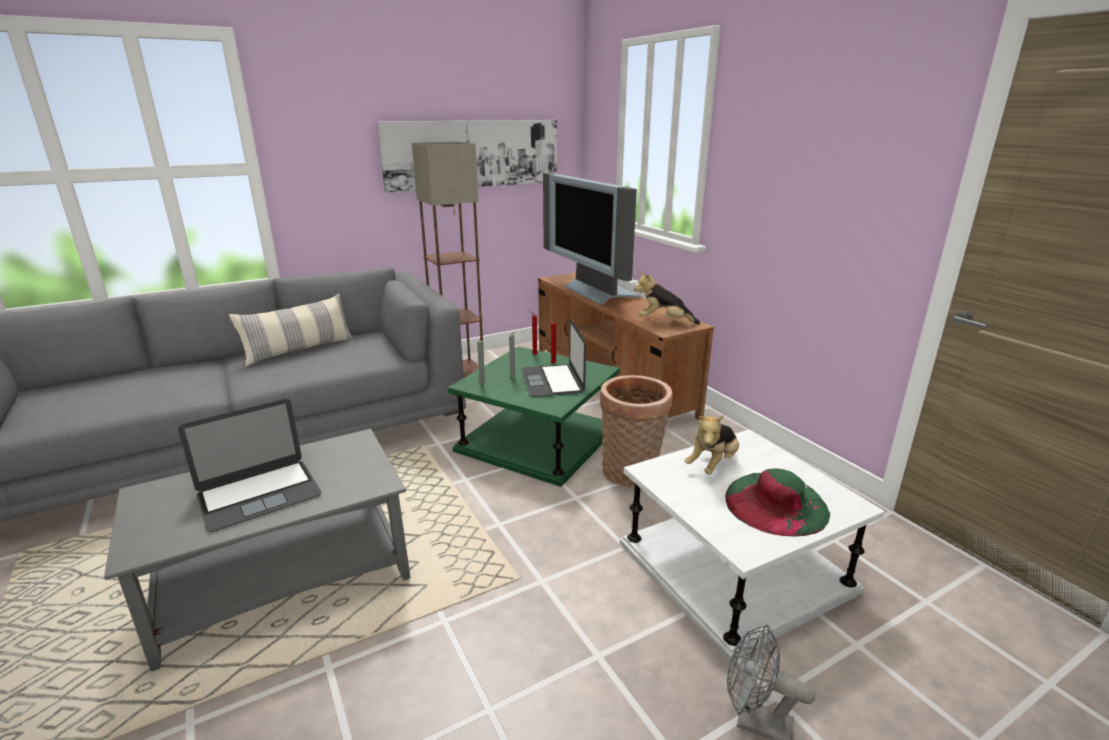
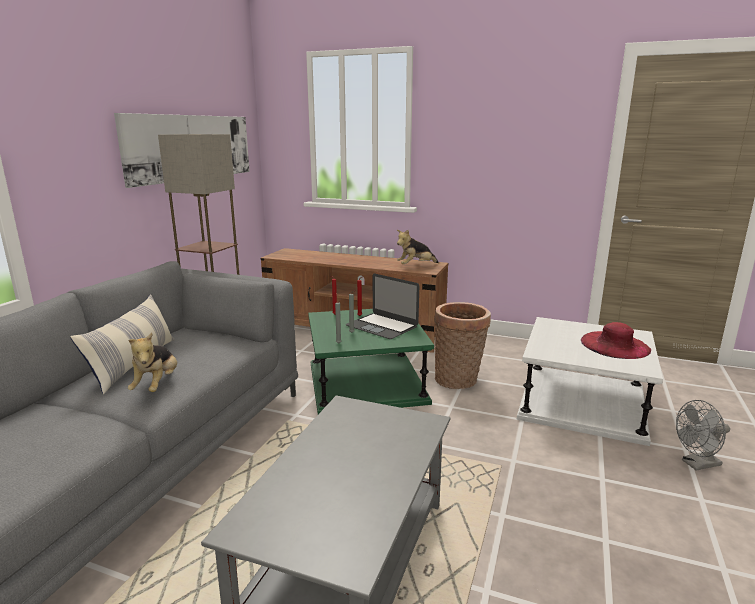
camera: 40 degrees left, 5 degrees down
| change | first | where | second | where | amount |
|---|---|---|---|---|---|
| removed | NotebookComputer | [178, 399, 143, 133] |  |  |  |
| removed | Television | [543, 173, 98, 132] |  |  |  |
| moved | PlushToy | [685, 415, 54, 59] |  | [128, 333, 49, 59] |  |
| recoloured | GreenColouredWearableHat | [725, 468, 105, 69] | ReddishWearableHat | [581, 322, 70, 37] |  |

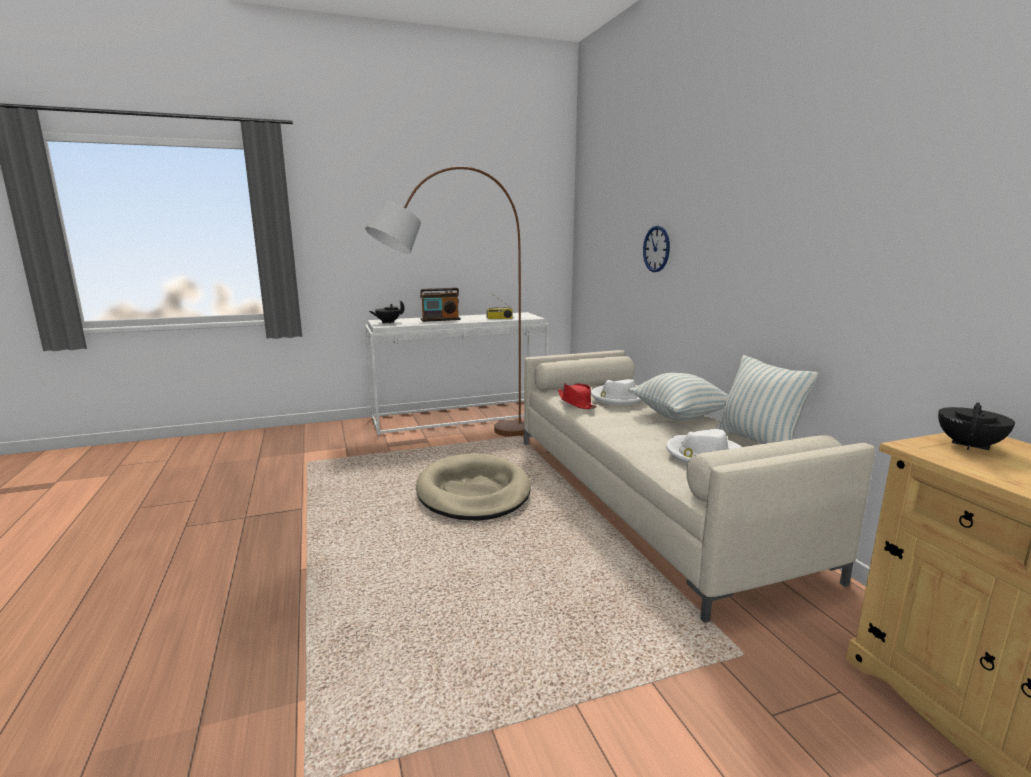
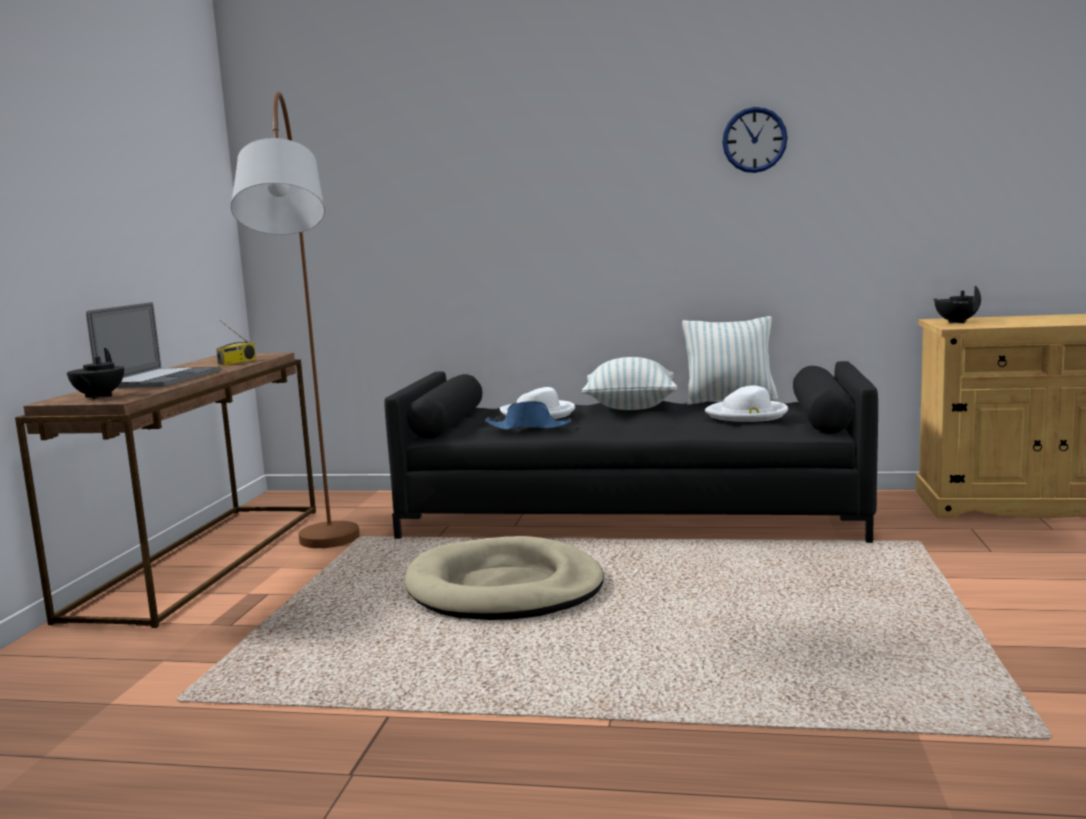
camera: 60 degrees left, 5 degrees down
| change | first | where | second | where | amount |
|---|---|---|---|---|---|
| moved | WallClock | [643, 226, 27, 46] |  | [722, 107, 66, 66] |  |
| replaced | RadioReceiver | [420, 288, 41, 34] | NotebookComputer | [86, 302, 136, 86] |  |
| recoloured | WhitishHallTable | [365, 312, 184, 123] | BrownHallTable | [15, 352, 301, 276] |  |
| recoloured | BeigeSofa | [524, 350, 351, 273] | BlackishSofa | [384, 361, 494, 182] |  |
| recoloured | ReddishWearableHat | [558, 383, 38, 26] | BluishWearableHat | [485, 401, 86, 29] |  |

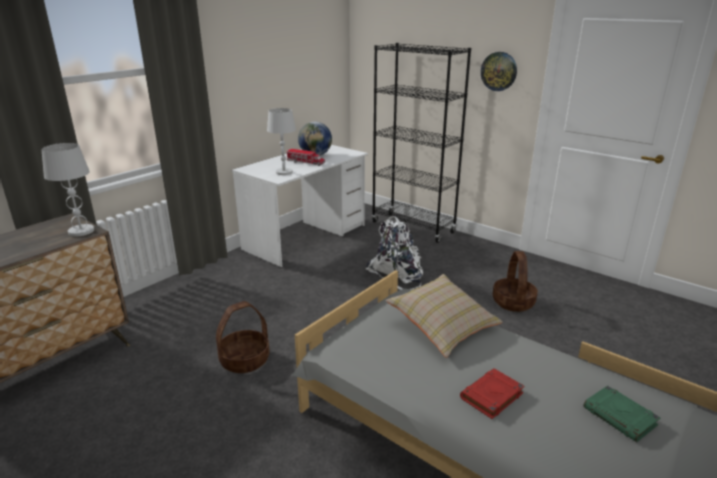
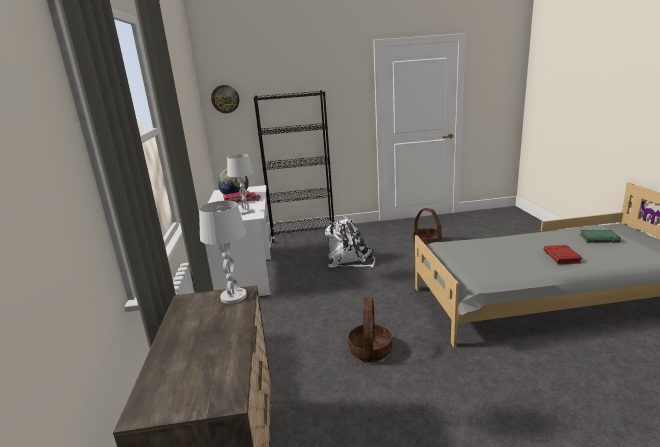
camera: 45 degrees left, 5 degrees down
| change | first | where | second | where | amount |
|---|---|---|---|---|---|
| removed | BeigeCushion | [386, 274, 116, 84] |  |  |  |
| moved | WallClock | [481, 52, 36, 39] |  | [211, 85, 28, 28] |  |

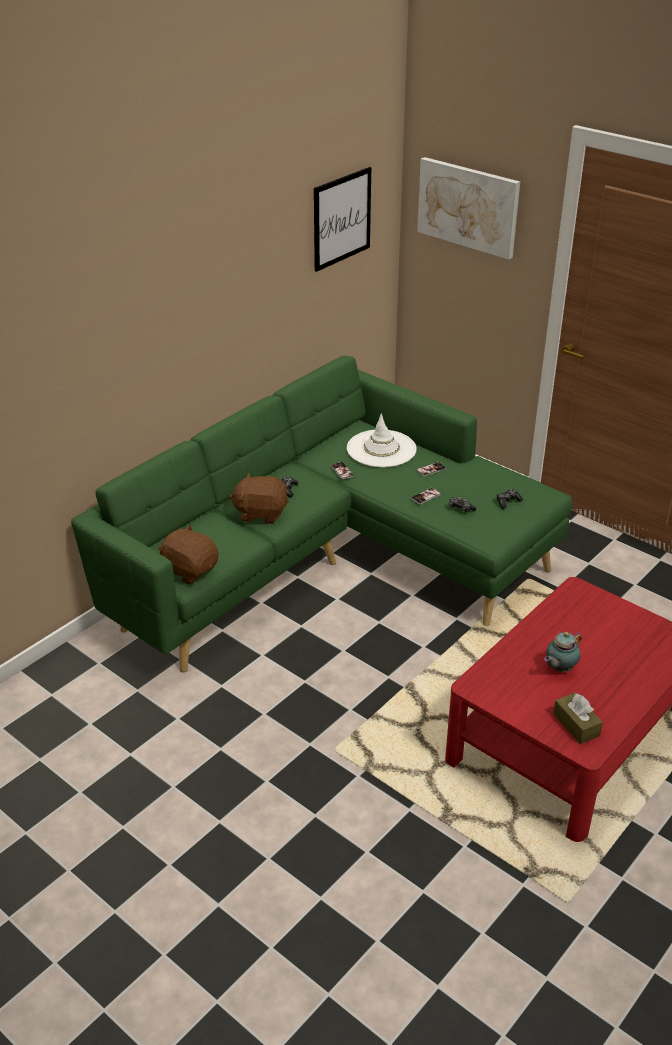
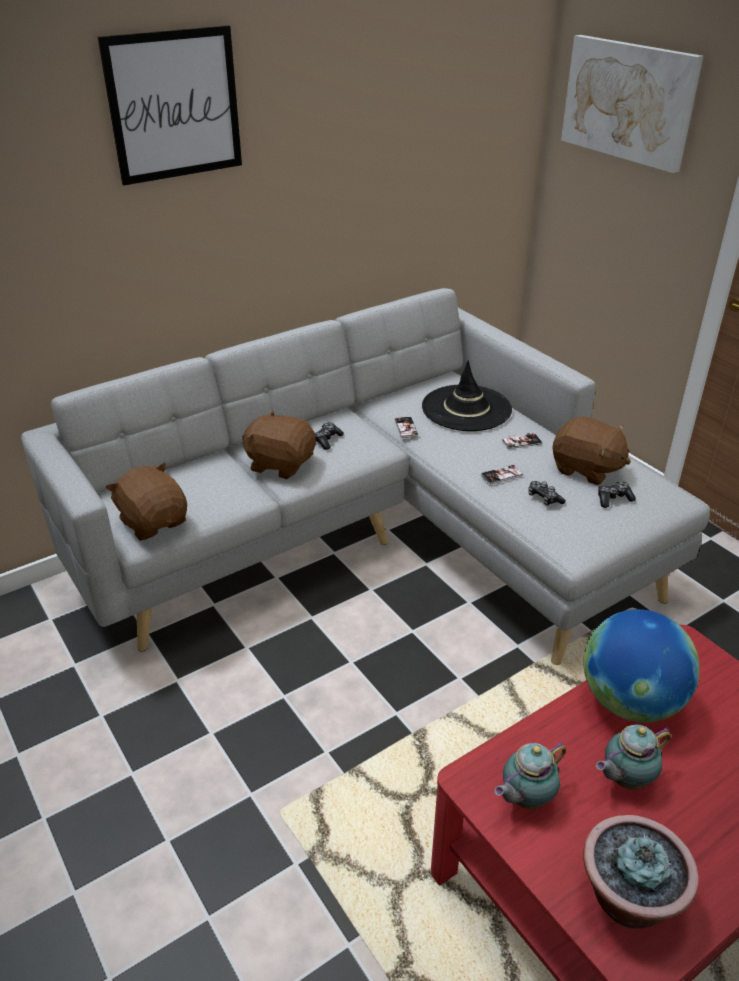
camera: 15 degrees right, 0 degrees up
| change | first | where | second | where | amount |
|---|---|---|---|---|---|
| added |  |  | TeaPot | [494, 741, 72, 69] |  |
| added |  |  | BrownPlushToy | [552, 416, 79, 69] |  |
| added |  |  | Globe | [583, 609, 117, 113] |  |
| moved | WallPicture | [314, 167, 57, 105] |  | [98, 25, 144, 160] |  |
| replaced | BrownBoxOfTissues | [553, 693, 50, 51] | PlantInAPot | [583, 815, 115, 114] |  |
| recoloured | GreenColouredSofa | [71, 356, 502, 316] | GreySofa | [21, 288, 689, 377] |  |
| recoloured | WhitishWearableHat | [347, 413, 70, 54] | BlackishWearableHat | [422, 360, 90, 71] |  |

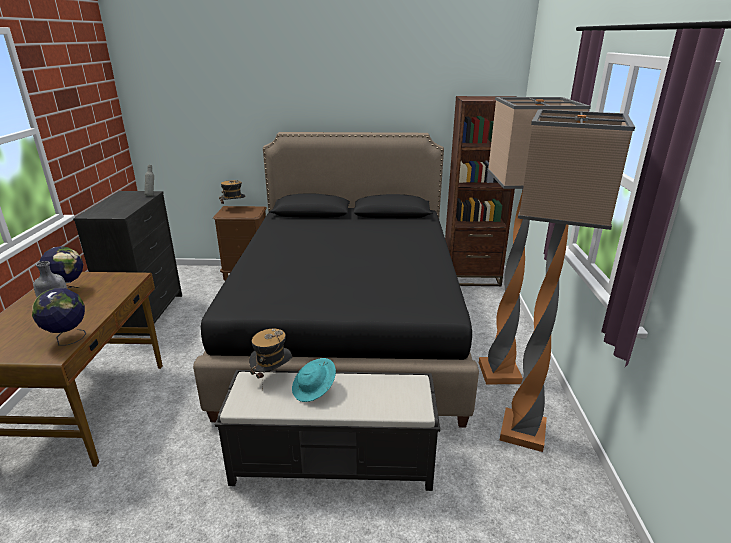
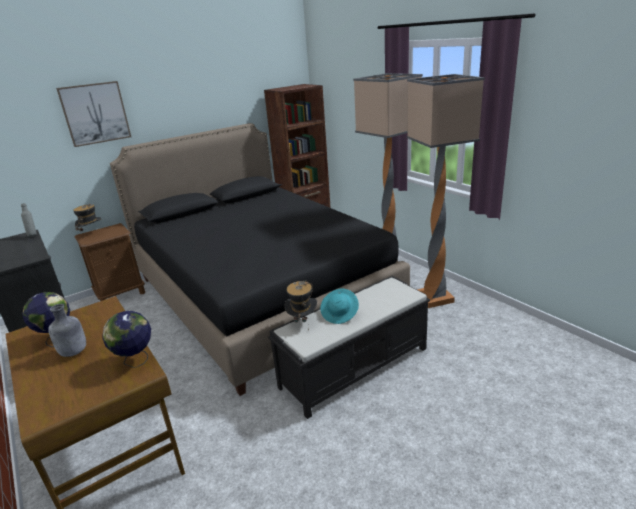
camera: 35 degrees left, 0 degrees up
| change | first | where | second | where | amount |
|---|---|---|---|---|---|
| added |  |  | WallPicture | [56, 81, 75, 66] |  |

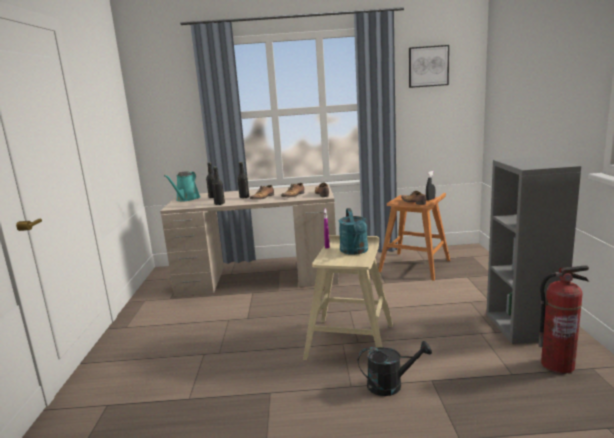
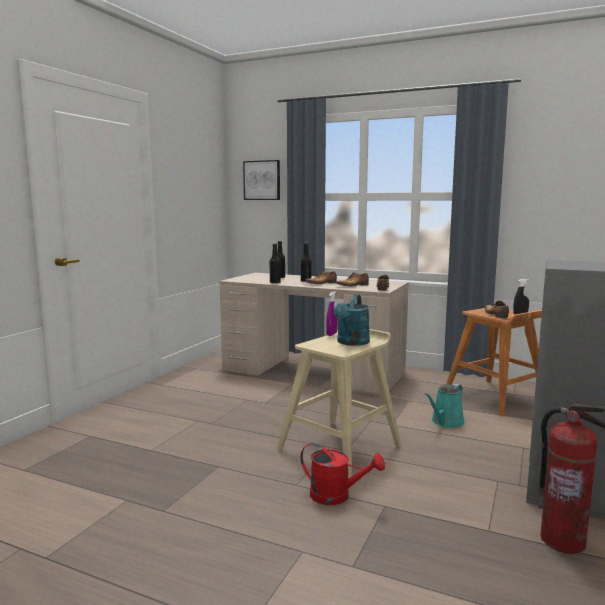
camera: 25 degrees right, 5 degrees down
| change | first | where | second | where | amount |
|---|---|---|---|---|---|
| moved | BlueGreenWateringPot | [164, 171, 36, 30] |  | [425, 384, 40, 44] |  |
| moved | WallPicture | [409, 45, 40, 43] |  | [243, 160, 37, 40] |  |
| recoloured | BlackishWateringPot | [358, 341, 74, 55] | ReddishWateringPot | [300, 443, 85, 62] |  |

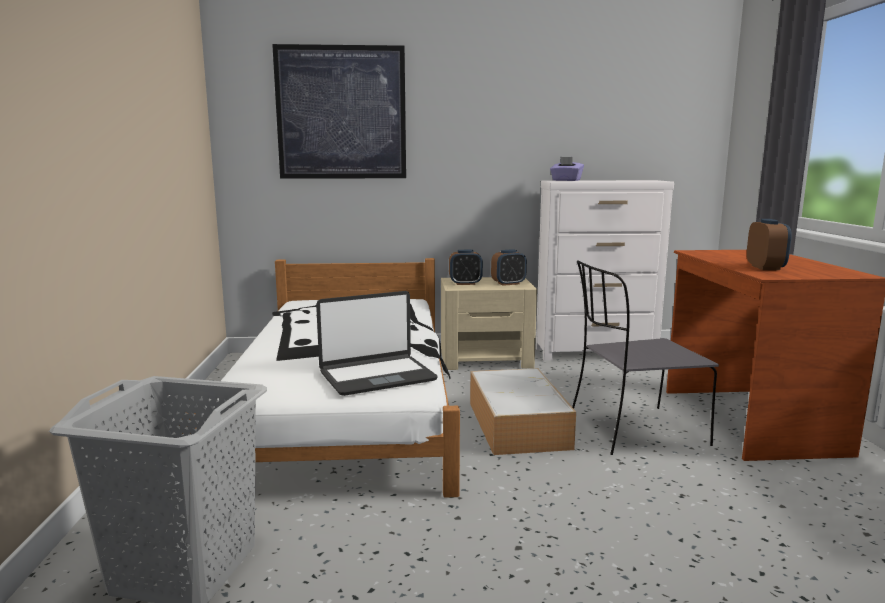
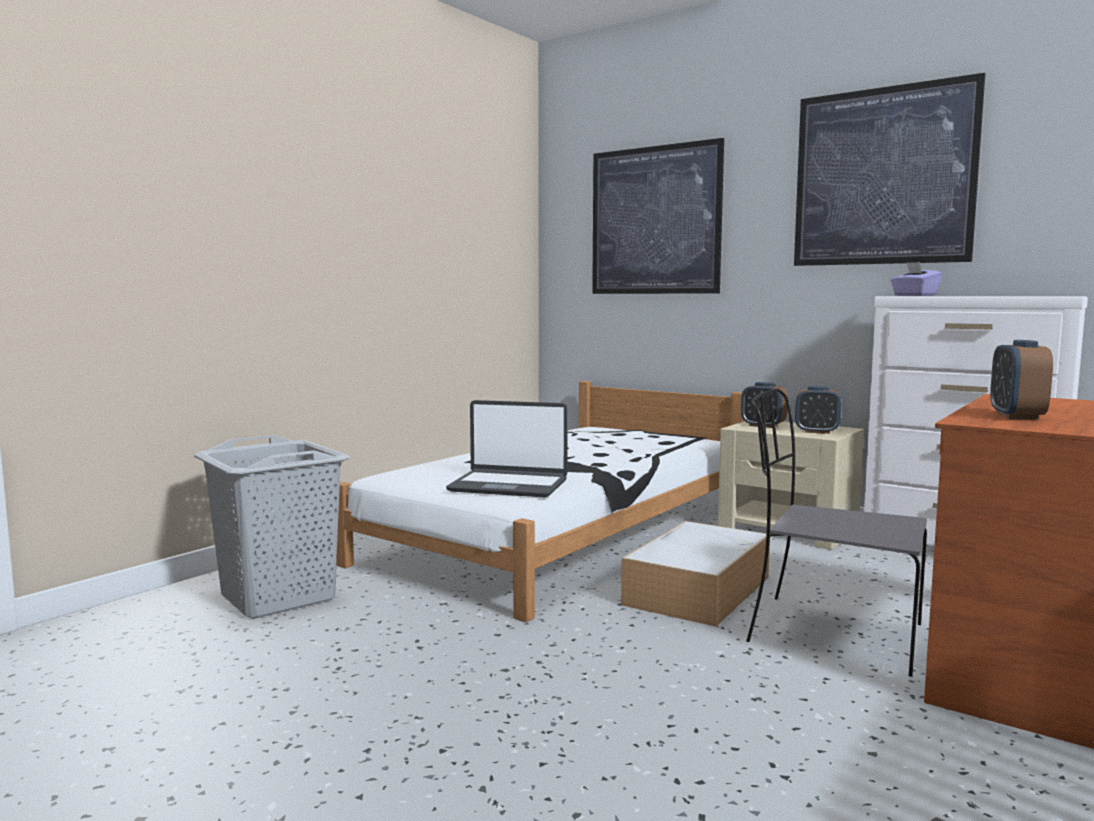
camera: 40 degrees right, 5 degrees down
| change | first | where | second | where | amount |
|---|---|---|---|---|---|
| added |  |  | WallPicture | [794, 73, 191, 193] |  |
| turned | AlarmClock | [747, 219, 45, 51] |  | [990, 340, 63, 80] | 150 degrees clockwise |

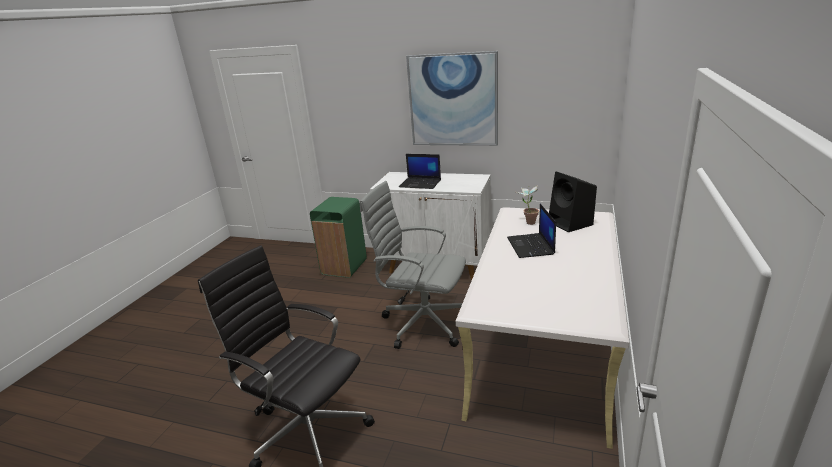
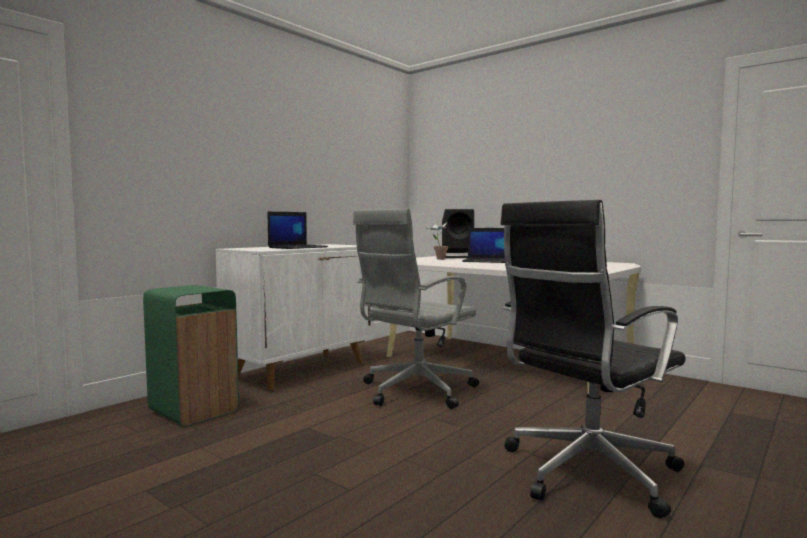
camera: 70 degrees left, 20 degrees down
| change | first | where | second | where | amount |
|---|---|---|---|---|---|
| removed | WallPicture | [406, 51, 92, 95] |  |  |  |

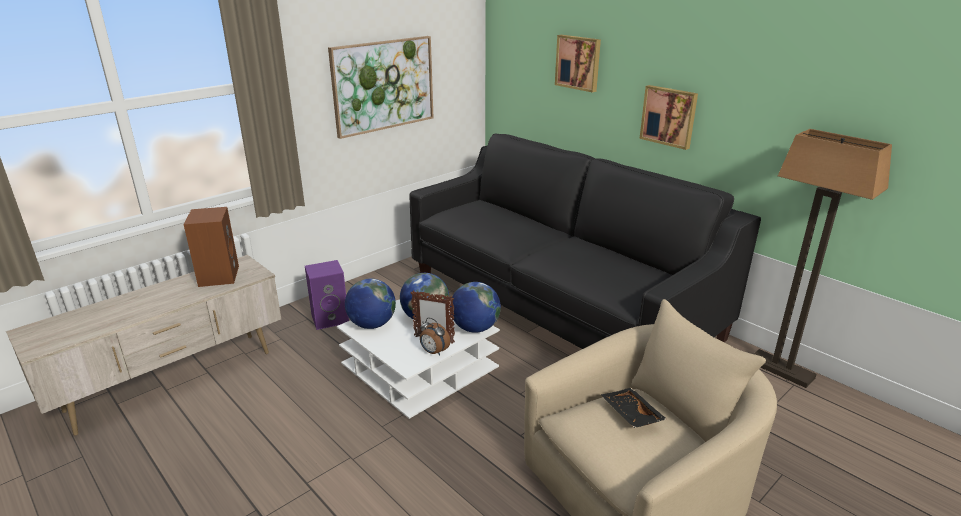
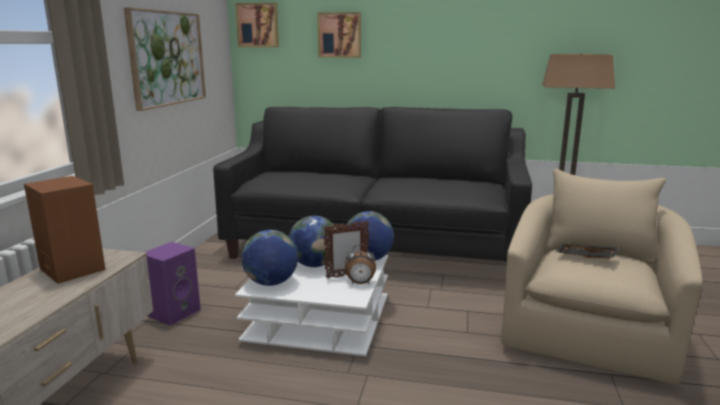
camera: 35 degrees left, 10 degrees down
| change | first | where | second | where | amount |
|---|---|---|---|---|---|
| moved | WallPicture | [640, 85, 58, 65] |  | [235, 3, 44, 44] |  |

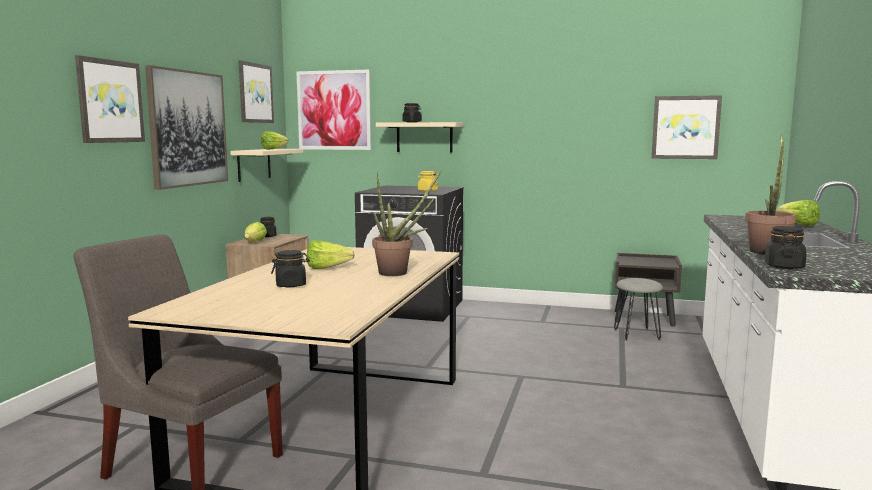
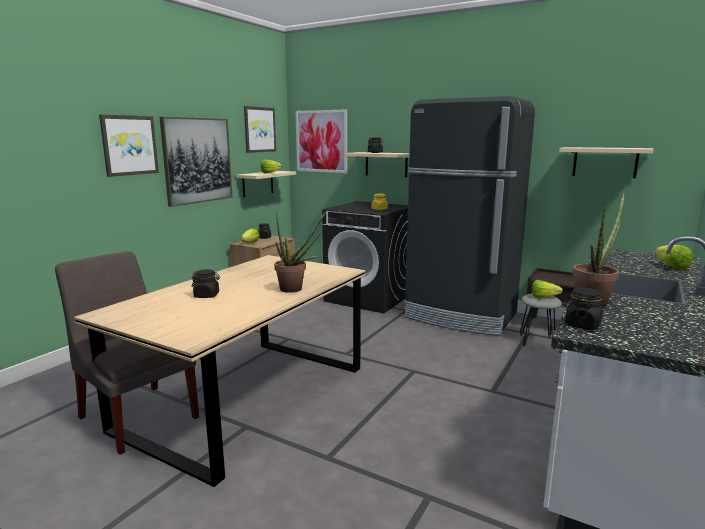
camera: 15 degrees right, 5 degrees up
| change | first | where | second | where | amount |
|---|---|---|---|---|---|
| added |  |  | BlackishKitchenFridge | [404, 96, 131, 240] |  |
| moved | HeadOfLettuce | [307, 240, 48, 29] |  | [532, 280, 31, 18] |  |
| replaced | WallPicture | [651, 95, 71, 64] | BeigeWallShelf | [559, 147, 95, 31] |  |

